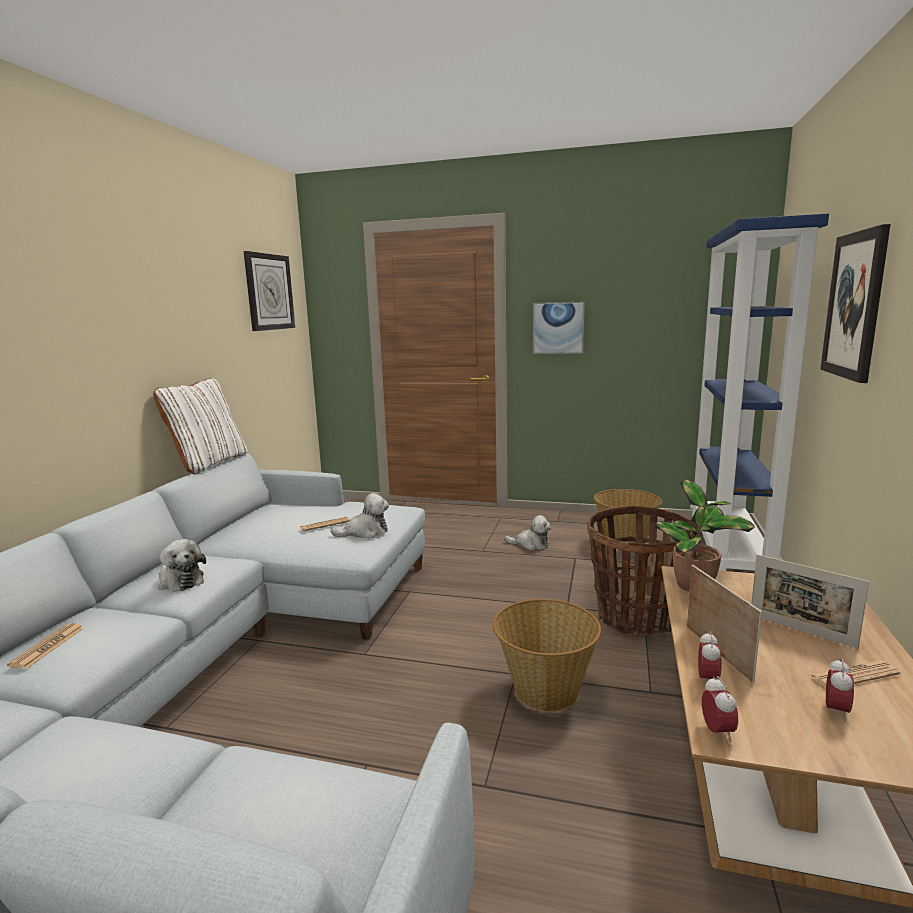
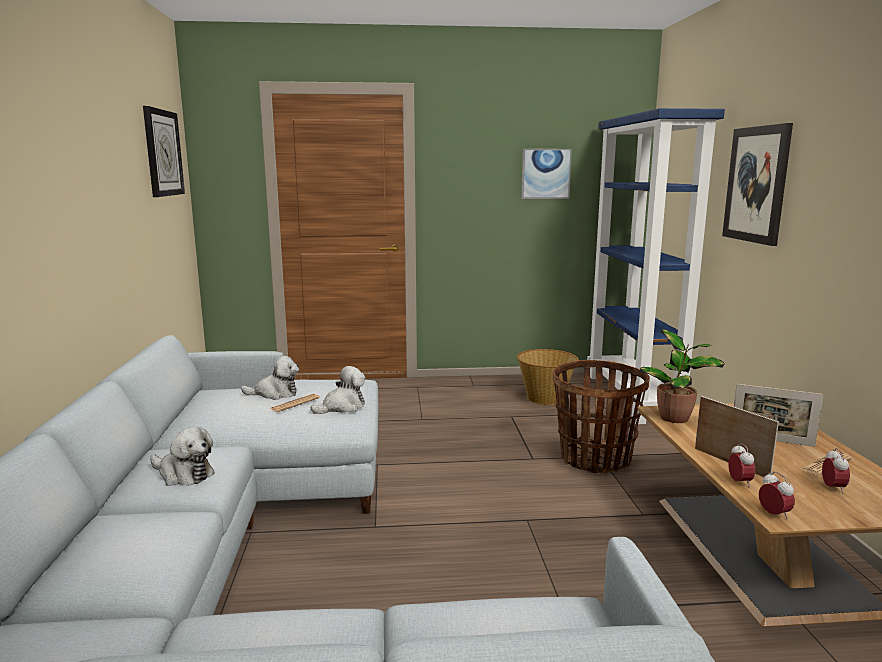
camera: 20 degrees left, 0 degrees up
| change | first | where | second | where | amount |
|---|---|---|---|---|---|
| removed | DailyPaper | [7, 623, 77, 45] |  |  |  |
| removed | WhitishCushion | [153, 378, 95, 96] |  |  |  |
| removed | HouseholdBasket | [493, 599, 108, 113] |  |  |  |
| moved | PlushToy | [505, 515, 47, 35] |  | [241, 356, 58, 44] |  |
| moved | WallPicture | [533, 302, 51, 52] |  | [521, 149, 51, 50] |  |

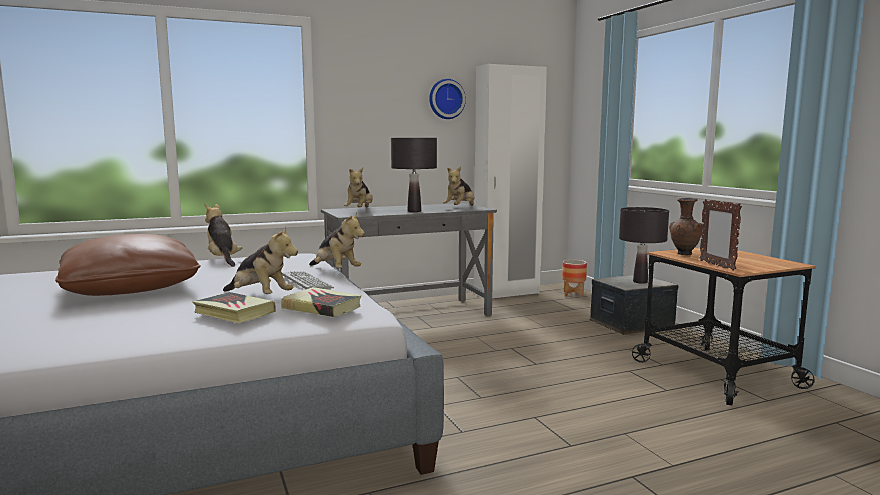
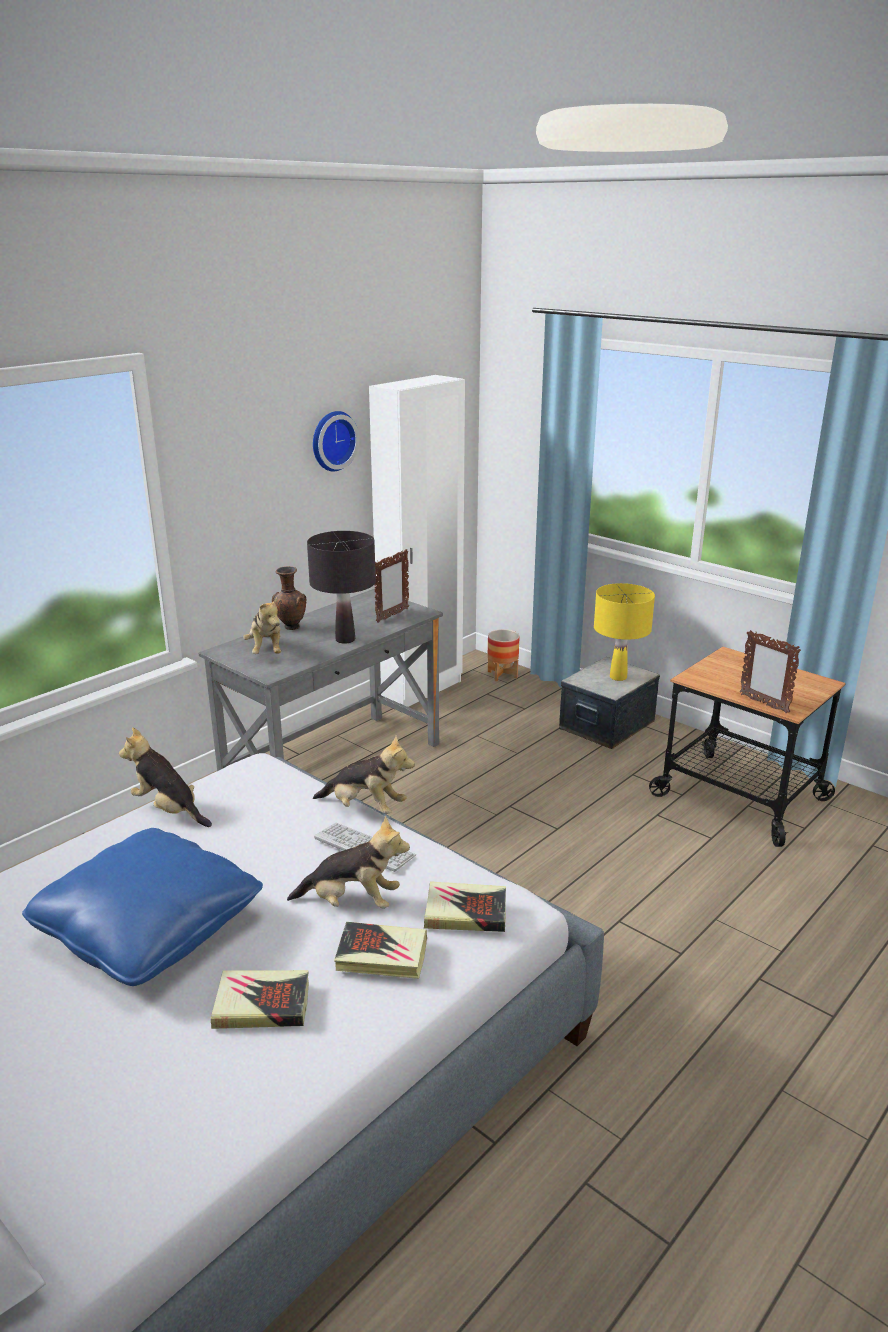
camera: 25 degrees left, 15 degrees up
| change | first | where | second | where | amount |
|---|---|---|---|---|---|
| added |  |  | BoundBook | [211, 970, 98, 59] |  |
| moved | BrownFlowerVase | [669, 198, 33, 57] |  | [272, 566, 34, 64] |  |
| replaced | PlushToy | [443, 166, 32, 40] | PhotoFrame | [374, 549, 35, 74] |  |
| recoloured | BrownCushion | [55, 234, 146, 62] | BluishCushion | [22, 828, 241, 158] |  |
| recoloured | BlackishTableLamp | [619, 207, 50, 77] | YellowColouredTableLamp | [594, 583, 61, 98] |  |

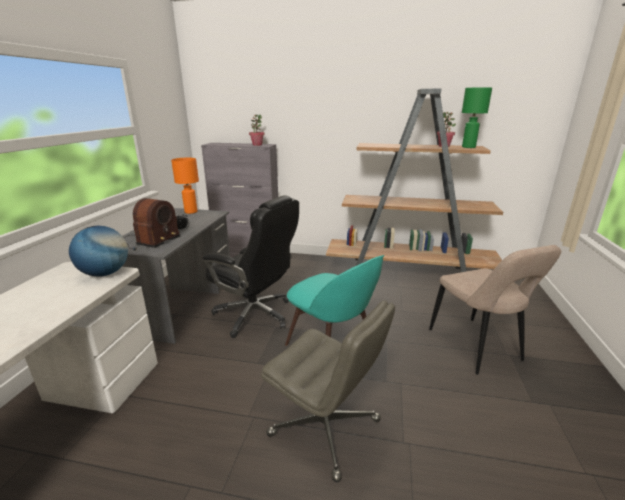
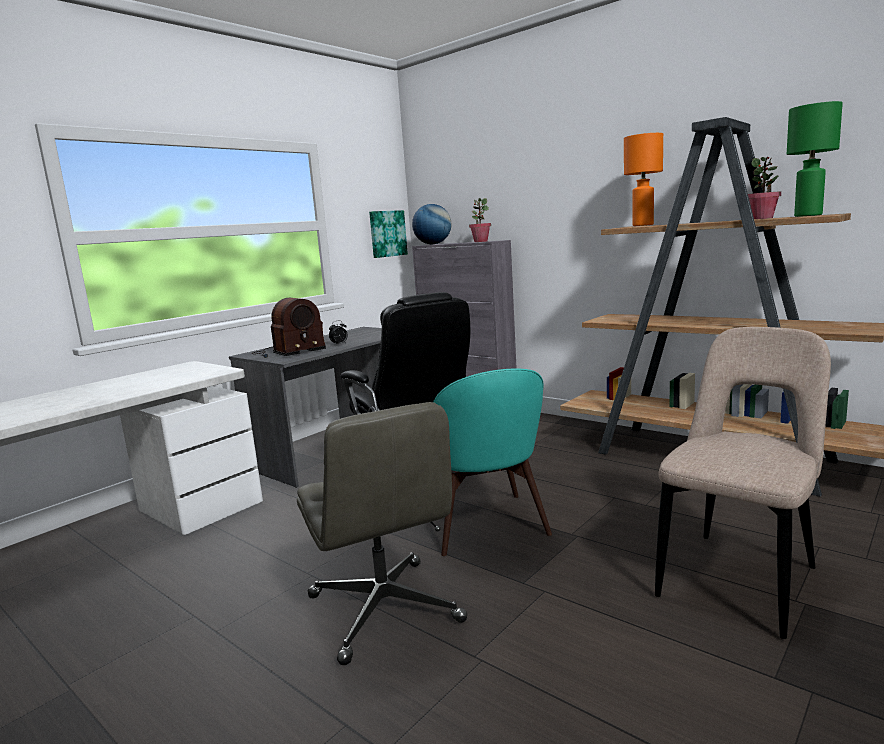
camera: 30 degrees right, 10 degrees down
| change | first | where | second | where | amount |
|---|---|---|---|---|---|
| added |  |  | WallPicture | [369, 210, 39, 48] |  |
| moved | Globe | [69, 226, 59, 51] |  | [412, 204, 39, 40] |  |
| moved | OrangeColouredTableLamp | [171, 158, 28, 56] |  | [624, 133, 39, 93] |  |
| turned | BeigeChair | [429, 245, 132, 130] |  | [655, 327, 176, 312] | 150 degrees counterclockwise |

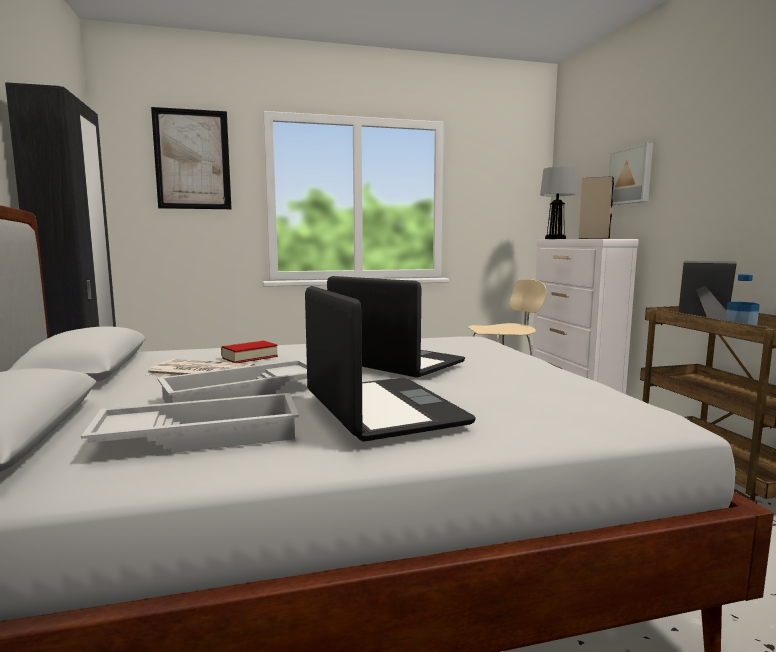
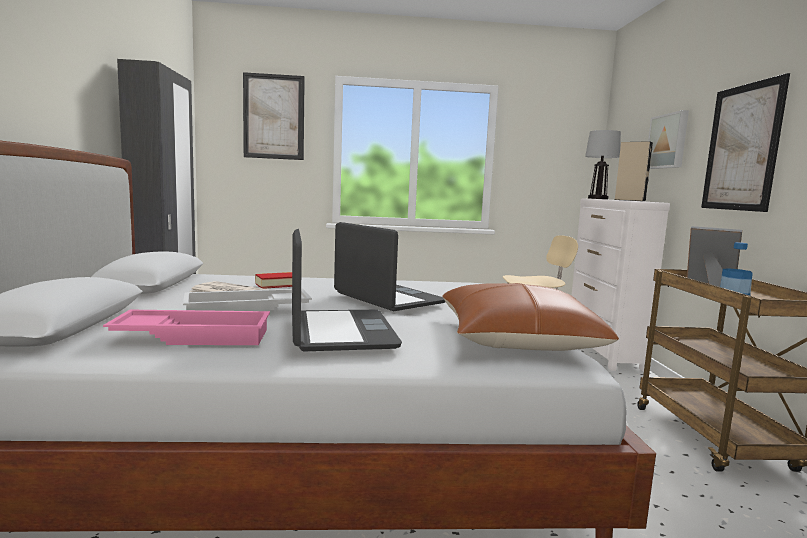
camera: 10 degrees right, 0 degrees up
| change | first | where | second | where | amount |
|---|---|---|---|---|---|
| added |  |  | BrownCushion | [442, 283, 177, 68] |  |
| added |  |  | WallPicture | [701, 73, 89, 139] |  |
| recoloured | WhitishCarryingTray | [81, 393, 218, 60] | PinkCarryingTray | [103, 310, 167, 35] |  |

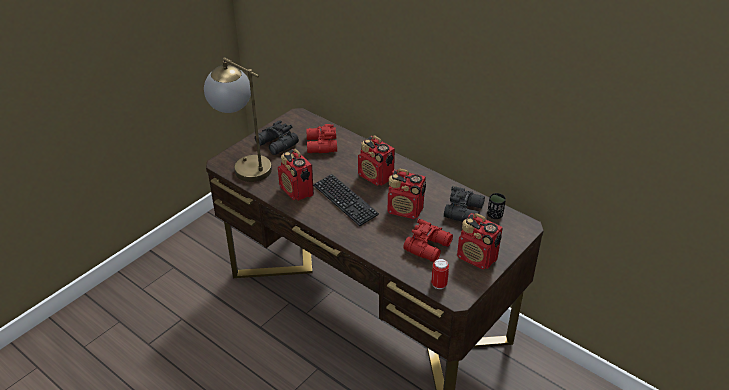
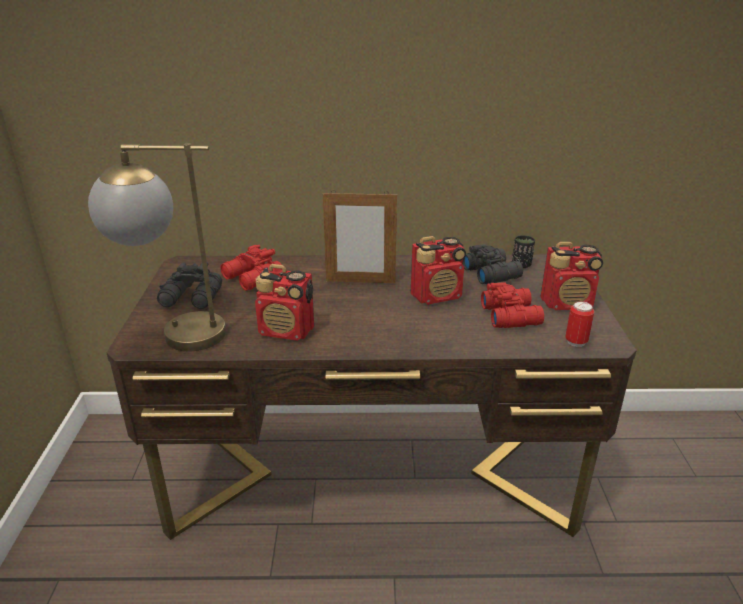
camera: 40 degrees left, 10 degrees down
| change | first | where | second | where | amount |
|---|---|---|---|---|---|
| removed | PcKeyboard | [313, 174, 66, 52] |  |  |  |
| replaced | RadioReceiver | [358, 135, 37, 51] | PhotoFrame | [323, 190, 74, 93] |  |

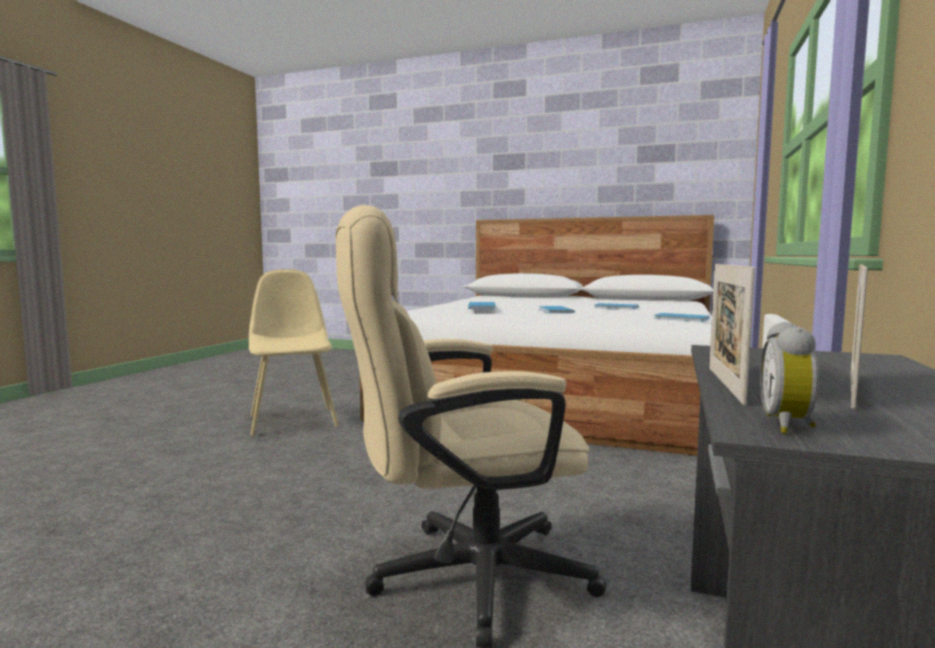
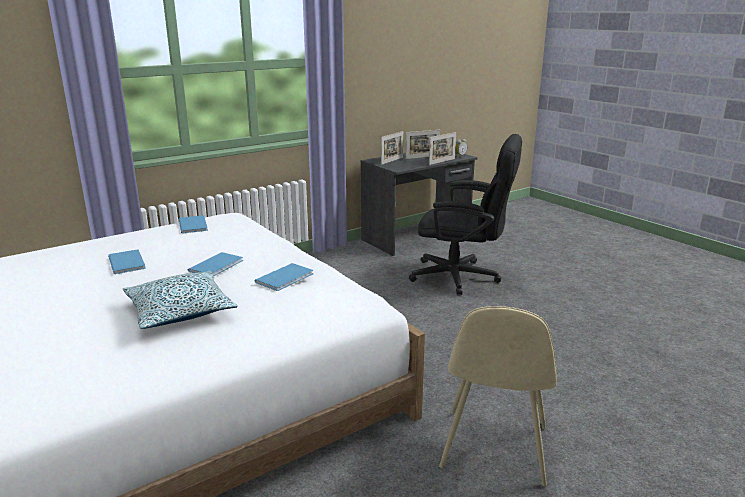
camera: 145 degrees left, 15 degrees up
| change | first | where | second | where | amount |
|---|---|---|---|---|---|
| added |  |  | Cushion | [123, 271, 115, 58] |  |
| added |  |  | PhotoFrame | [381, 131, 22, 34] |  |
| recoloured | BeigeDeskChair | [335, 205, 272, 442] | BlackishDeskChair | [409, 134, 113, 161] |  |

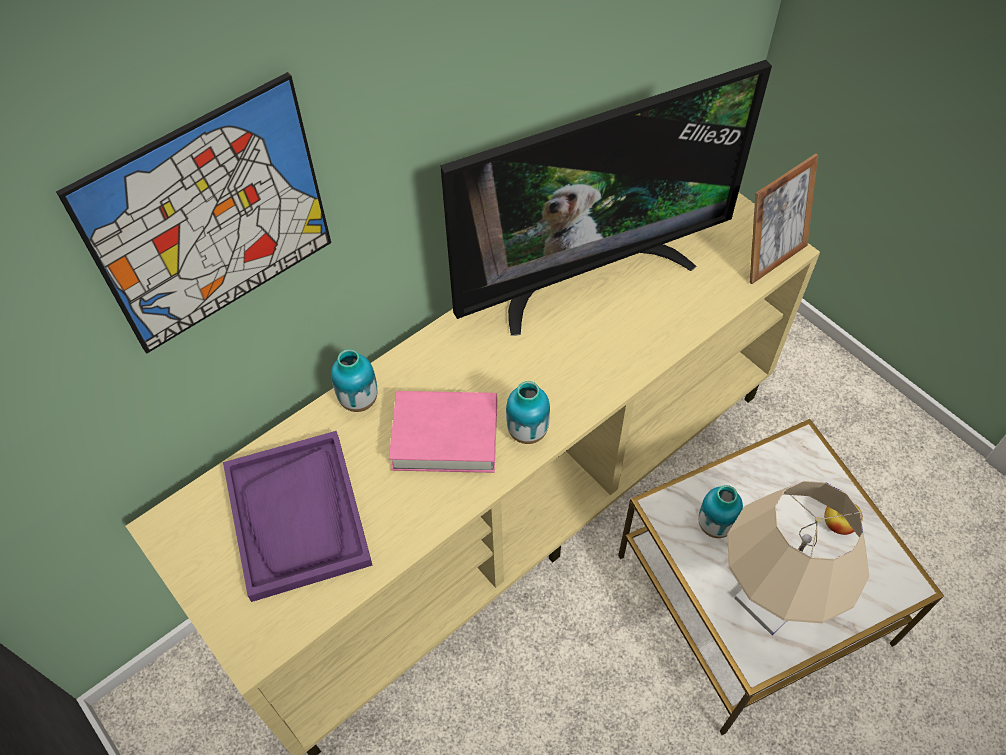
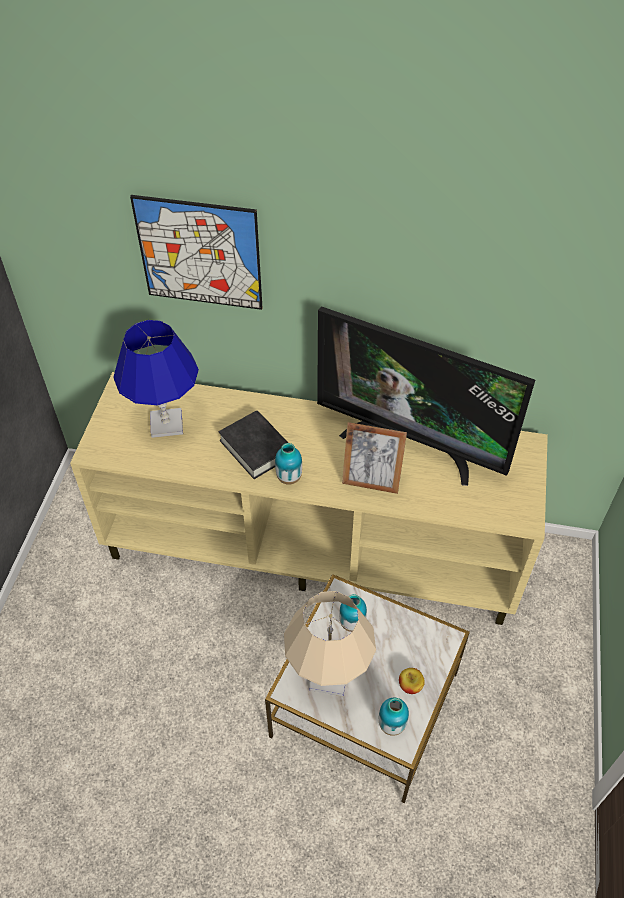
camera: 50 degrees right, 5 degrees down
| change | first | where | second | where | amount |
|---|---|---|---|---|---|
| moved | FlowerVase | [331, 349, 46, 63] |  | [379, 698, 30, 38] |  |
| moved | PhotoFrame | [750, 154, 68, 130] |  | [342, 422, 65, 72] |  |
| replaced | PurplishCarryingTray | [223, 431, 150, 171] | BluishTableLamp | [113, 320, 86, 118] |  |
| recoloured | PinkBoundBook | [389, 391, 108, 82] | BlackishBoundBook | [218, 411, 70, 68] |  |

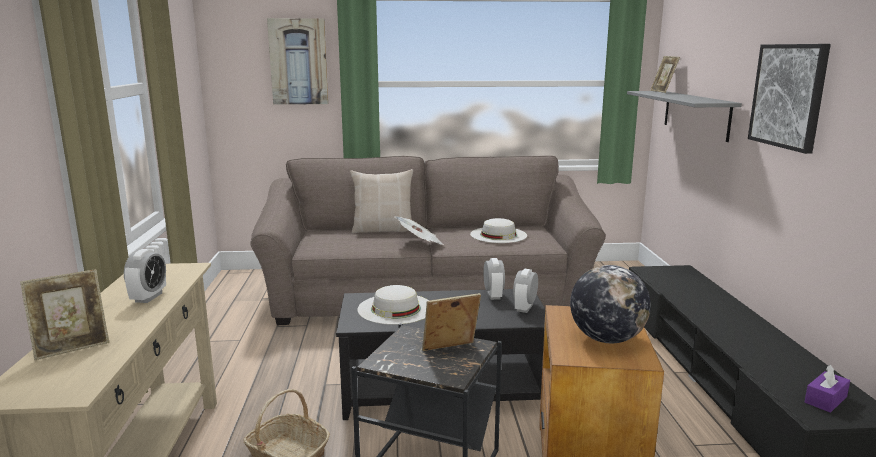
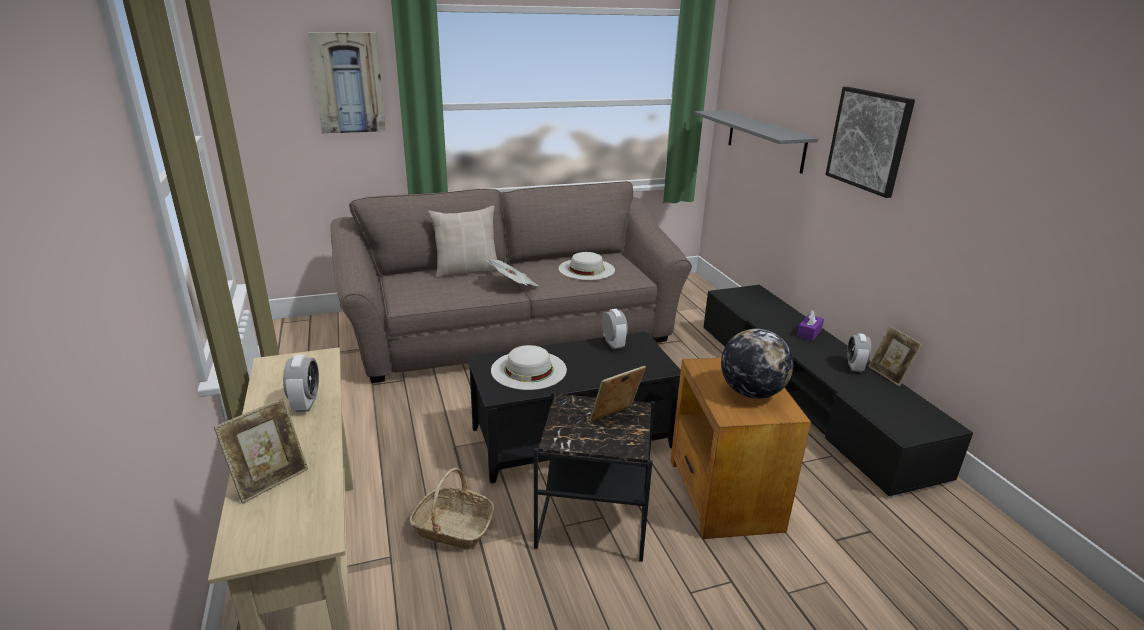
camera: 15 degrees left, 10 degrees up
| change | first | where | second | where | amount |
|---|---|---|---|---|---|
| moved | AlarmClock | [513, 269, 25, 44] |  | [847, 333, 24, 39] |  |
| moved | PhotoFrame | [650, 56, 30, 37] |  | [868, 326, 55, 60] |  |
| moved | PurplishBoxOfTissues | [805, 364, 45, 49] |  | [797, 310, 27, 31] |  |

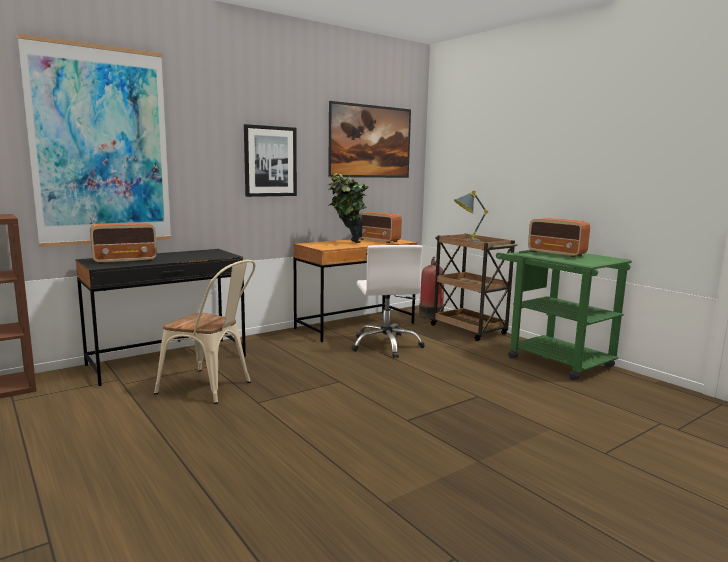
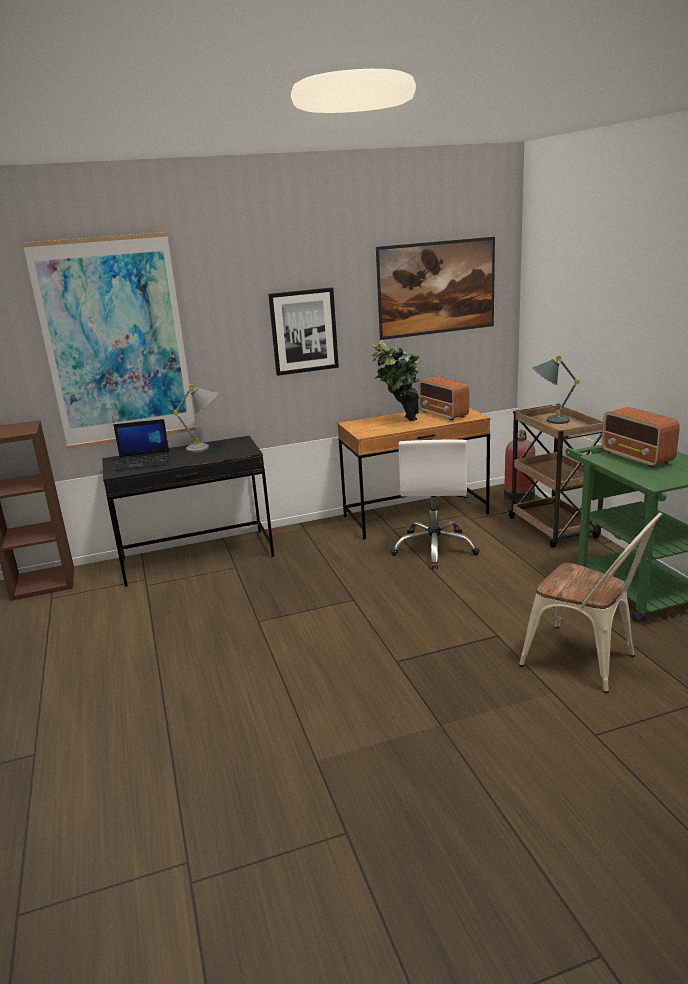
camera: 20 degrees right, 10 degrees up
| change | first | where | second | where | amount |
|---|---|---|---|---|---|
| added |  |  | GreyTableLamp | [173, 384, 45, 69] |  |
| moved | BeigeChair | [154, 260, 101, 144] |  | [519, 513, 143, 180] |  |
| replaced | RadioReceiver | [90, 223, 67, 41] | NotebookComputer | [113, 419, 57, 52] |  |

